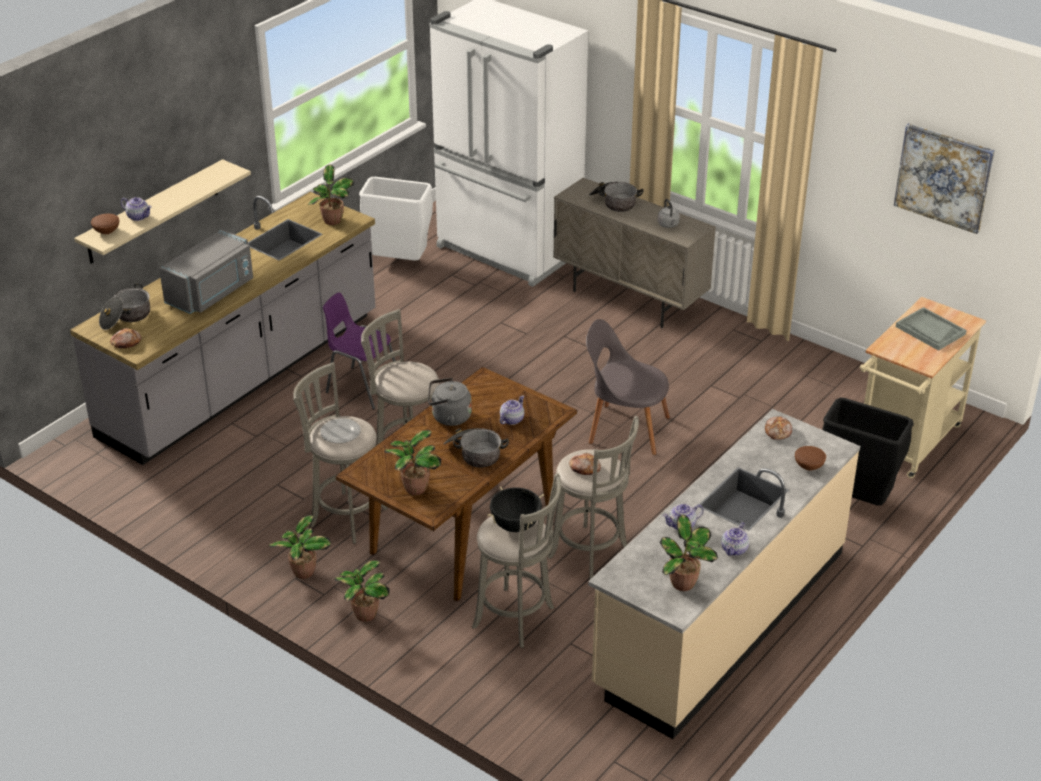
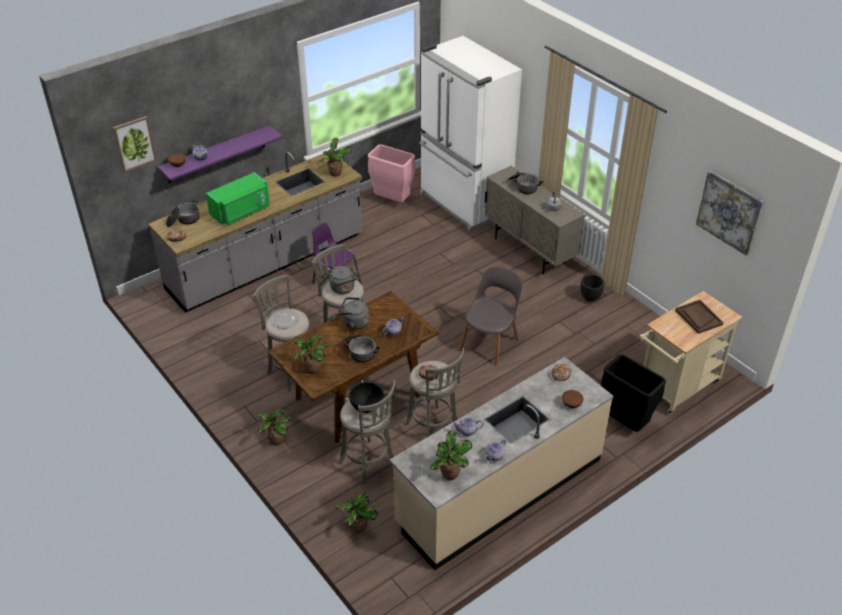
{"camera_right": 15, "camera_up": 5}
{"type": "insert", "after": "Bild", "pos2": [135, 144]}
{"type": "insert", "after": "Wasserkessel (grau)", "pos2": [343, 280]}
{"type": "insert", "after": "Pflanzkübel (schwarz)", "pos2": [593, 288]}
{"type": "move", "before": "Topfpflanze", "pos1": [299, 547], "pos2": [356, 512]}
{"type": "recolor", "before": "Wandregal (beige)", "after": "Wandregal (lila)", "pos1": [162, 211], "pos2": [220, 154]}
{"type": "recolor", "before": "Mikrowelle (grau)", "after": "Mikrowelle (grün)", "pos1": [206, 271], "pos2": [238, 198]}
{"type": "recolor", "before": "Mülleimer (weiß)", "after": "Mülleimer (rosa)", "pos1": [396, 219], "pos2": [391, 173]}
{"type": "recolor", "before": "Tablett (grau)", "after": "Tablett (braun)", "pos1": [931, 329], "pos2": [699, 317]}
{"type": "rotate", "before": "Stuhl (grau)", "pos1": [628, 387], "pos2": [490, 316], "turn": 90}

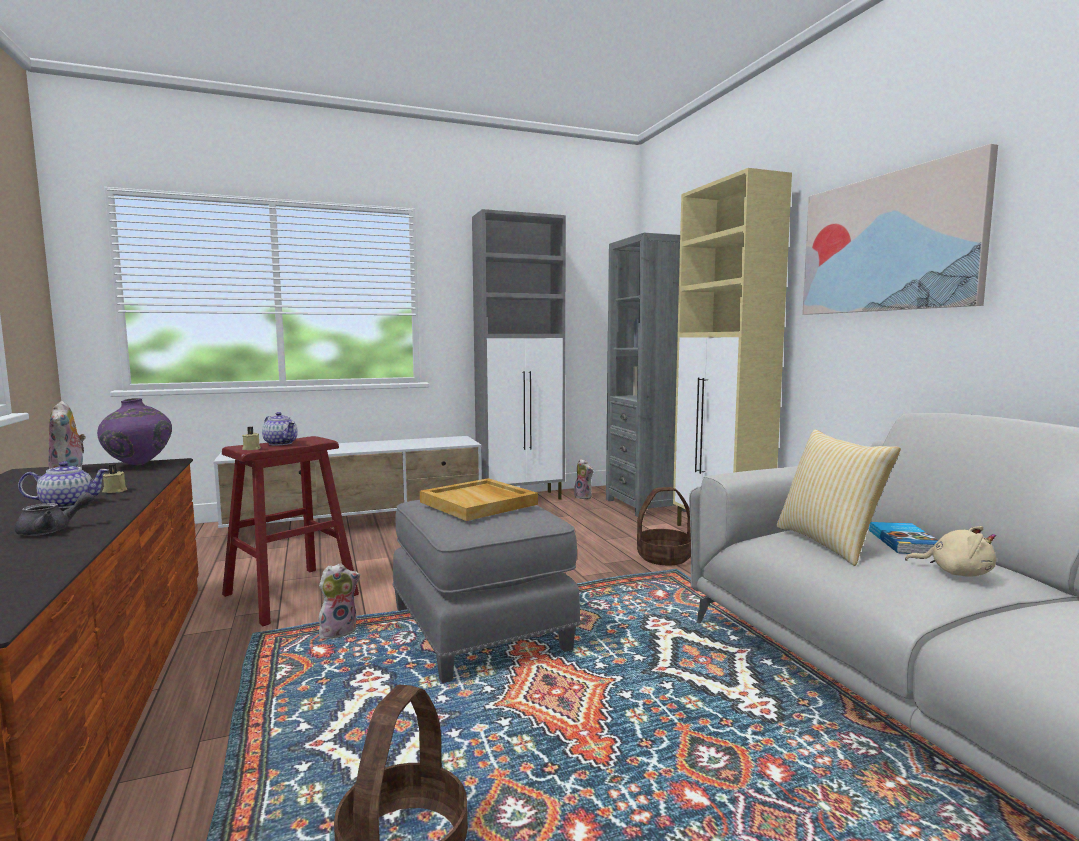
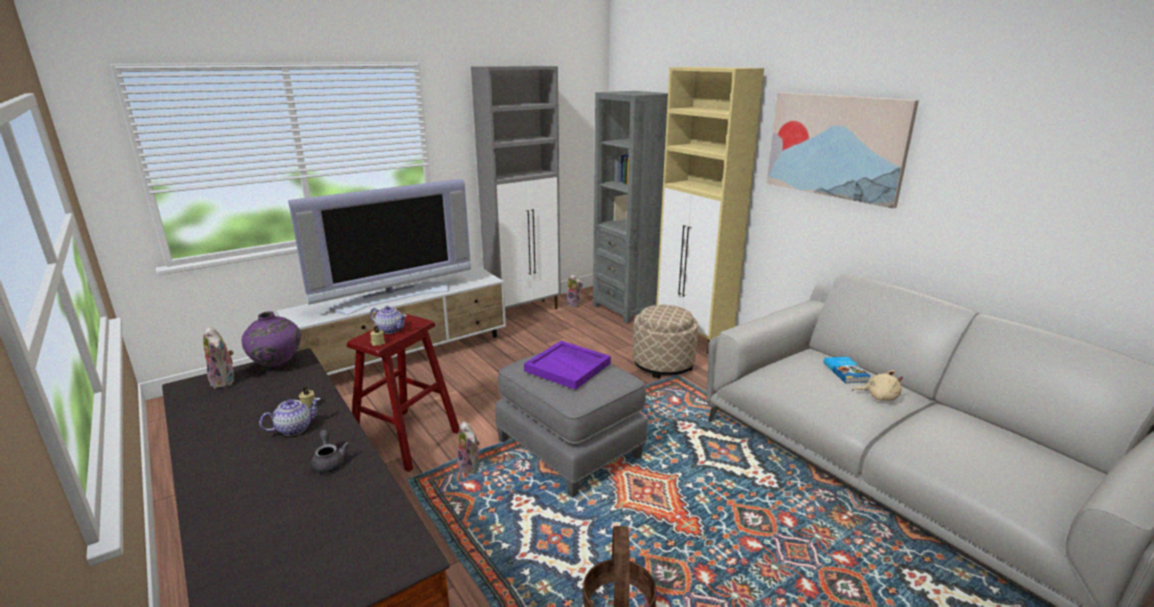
{"camera_right": -15, "camera_up": 15}
{"type": "delete", "before": "Kissen", "pos1": [839, 497]}
{"type": "insert", "after": "Fernseher", "pos2": [379, 247]}
{"type": "replace", "before": "Korb", "after": "Polsterhocker (beige)", "pos1": [664, 526], "pos2": [665, 341]}
{"type": "recolor", "before": "Tablett (beige)", "after": "Tablett (lila)", "pos1": [479, 499], "pos2": [567, 365]}
{"type": "rotate", "before": "Teekanne (grau)", "pos1": [55, 514], "pos2": [330, 451], "turn": -60}
{"type": "rotate", "before": "Plüschtier", "pos1": [339, 601], "pos2": [468, 447], "turn": 105}

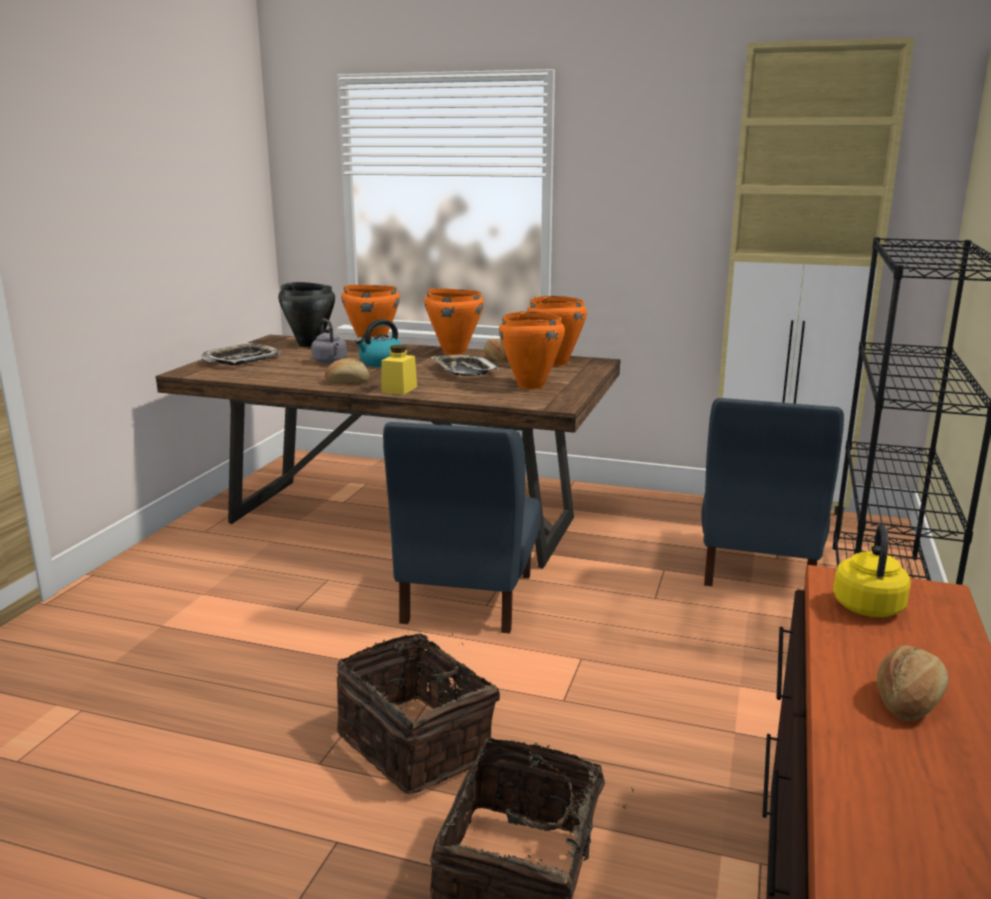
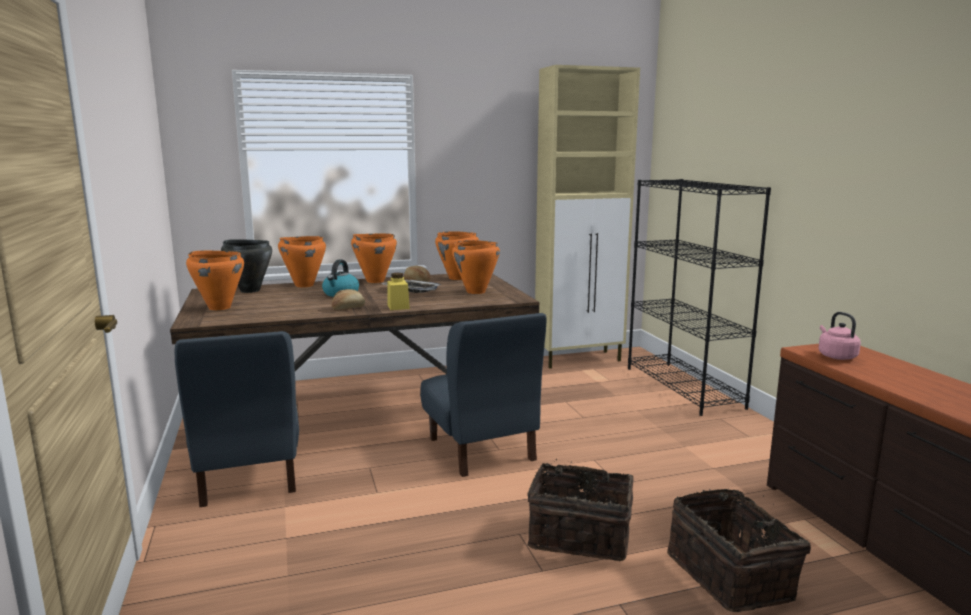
{"camera_right": -35, "camera_up": -5}
{"type": "delete", "before": "Wasserkessel (grau)", "pos1": [329, 341]}
{"type": "delete", "before": "Brot", "pos1": [912, 683]}
{"type": "move", "before": "Stuhl (blau)", "pos1": [772, 494], "pos2": [237, 419]}
{"type": "replace", "before": "Tablett", "after": "Kochtopf (orange)", "pos1": [241, 354], "pos2": [215, 280]}
{"type": "recolor", "before": "Wasserkessel (gelb)", "after": "Wasserkessel (rosa)", "pos1": [872, 570], "pos2": [839, 336]}

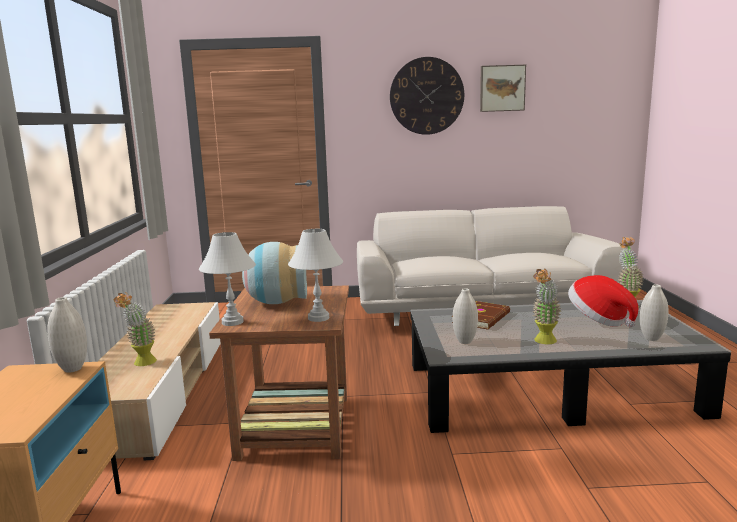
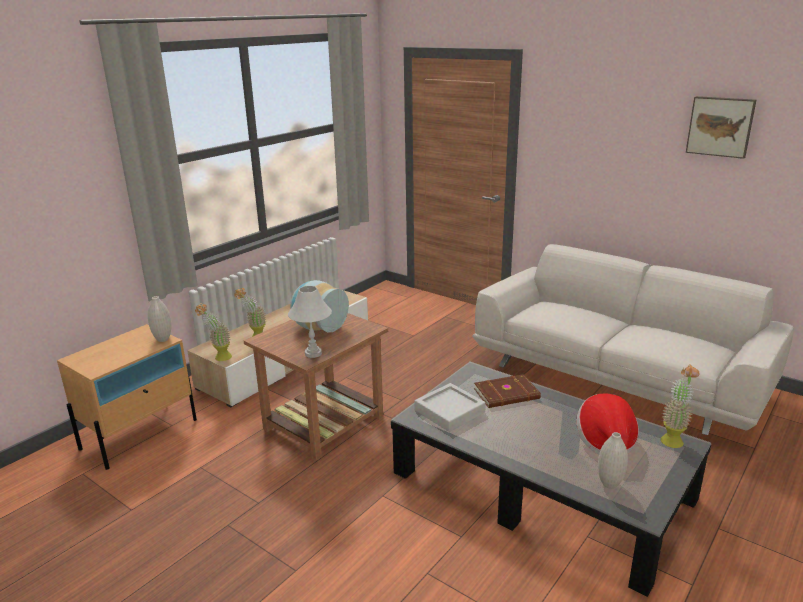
{"camera_right": 40, "camera_up": 10}
{"type": "delete", "before": "Tischlampe (weiß)", "pos1": [227, 279]}
{"type": "delete", "before": "Wanduhr", "pos1": [427, 96]}
{"type": "move", "before": "Topfpflanze", "pos1": [547, 306], "pos2": [213, 332]}
{"type": "replace", "before": "Vase (weiß)", "after": "Tablett (grau)", "pos1": [465, 316], "pos2": [450, 407]}

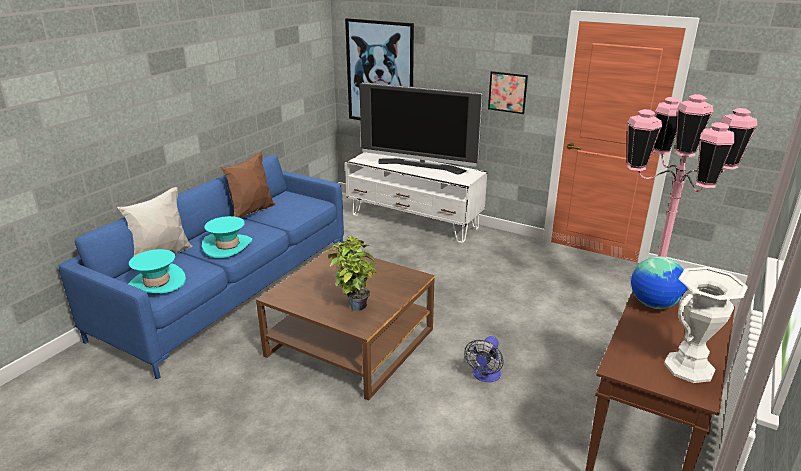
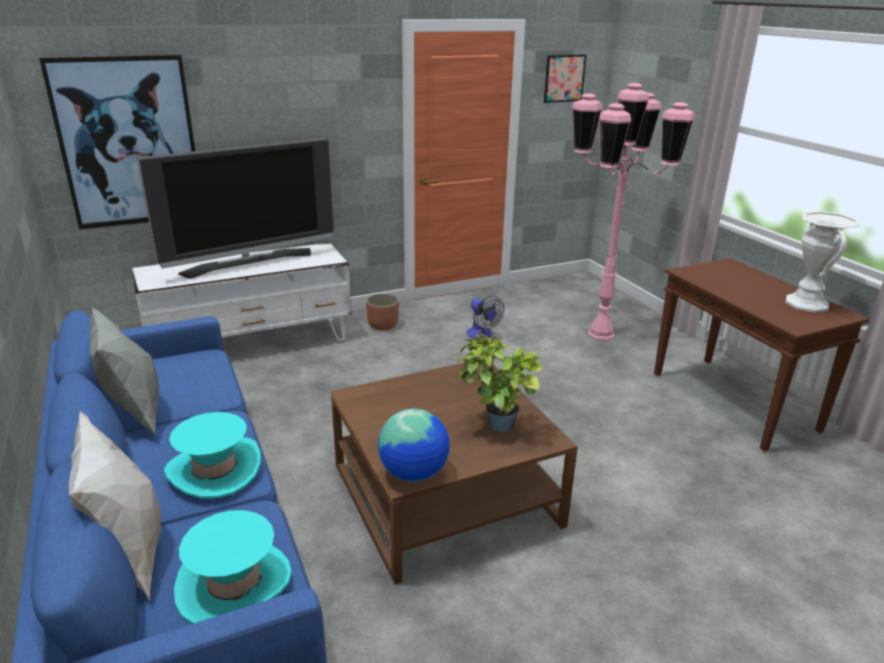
{"camera_right": -55, "camera_up": 0}
{"type": "insert", "after": "Pflanzkübel", "pos2": [382, 311]}
{"type": "move", "before": "Ventilator", "pos1": [484, 359], "pos2": [485, 317]}
{"type": "move", "before": "Bild", "pos1": [508, 92], "pos2": [565, 78]}
{"type": "move", "before": "Globus", "pos1": [659, 282], "pos2": [414, 445]}
{"type": "recolor", "before": "Kissen (braun)", "after": "Kissen (grau)", "pos1": [247, 185], "pos2": [124, 371]}

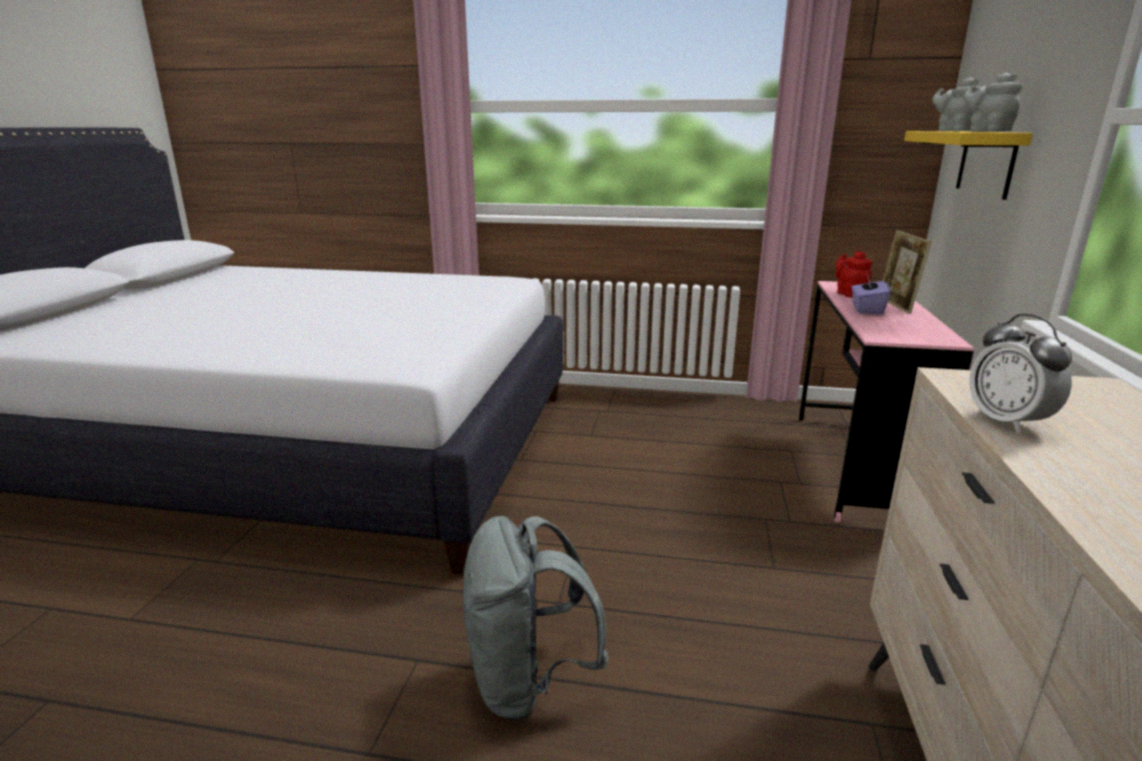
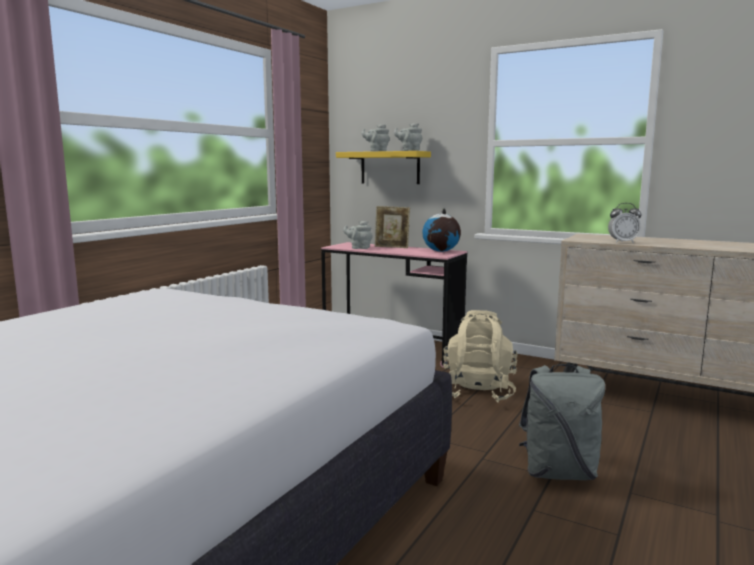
{"camera_right": -70, "camera_up": -10}
{"type": "delete", "before": "Taschentuchbox (lila)", "pos1": [871, 294]}
{"type": "insert", "after": "Globus", "pos2": [442, 230]}
{"type": "insert", "after": "Rucksack (beige)", "pos2": [480, 356]}
{"type": "recolor", "before": "Teekanne (rot)", "after": "Teekanne (grau)", "pos1": [853, 274], "pos2": [358, 235]}

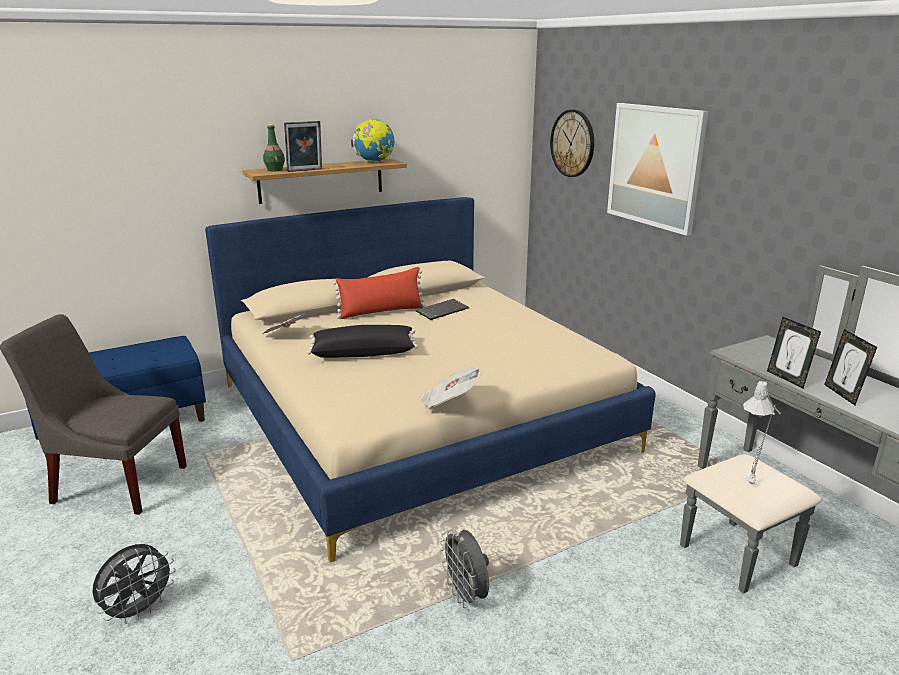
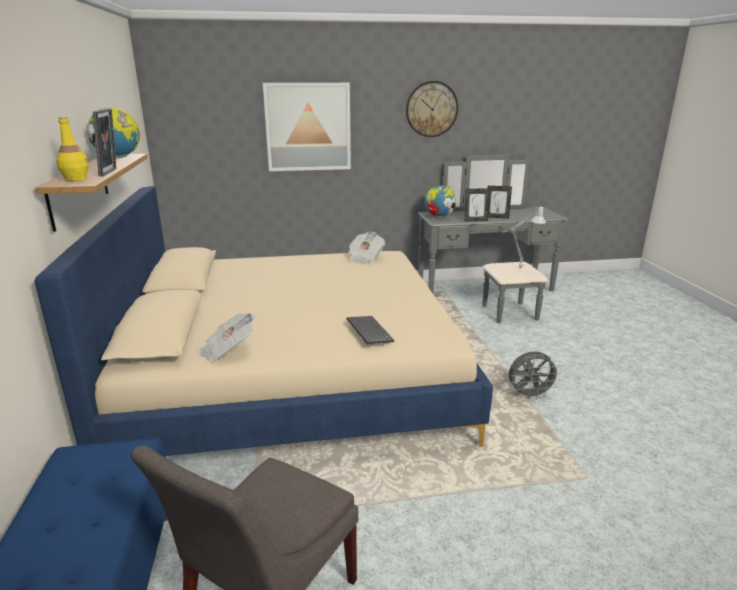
{"camera_right": -70, "camera_up": 0}
{"type": "delete", "before": "Ventilator (grau)", "pos1": [134, 584]}
{"type": "delete", "before": "Kissen (schwarz)", "pos1": [362, 341]}
{"type": "delete", "before": "Kissen (rot)", "pos1": [379, 293]}
{"type": "insert", "after": "Globus", "pos2": [440, 201]}
{"type": "move", "before": "Tastatur", "pos1": [442, 309], "pos2": [370, 330]}
{"type": "move", "before": "Zeitung", "pos1": [450, 388], "pos2": [367, 247]}
{"type": "move", "before": "Wanduhr", "pos1": [572, 143], "pos2": [432, 109]}
{"type": "recolor", "before": "Flasche (grün)", "after": "Flasche (gelb)", "pos1": [274, 147], "pos2": [72, 149]}

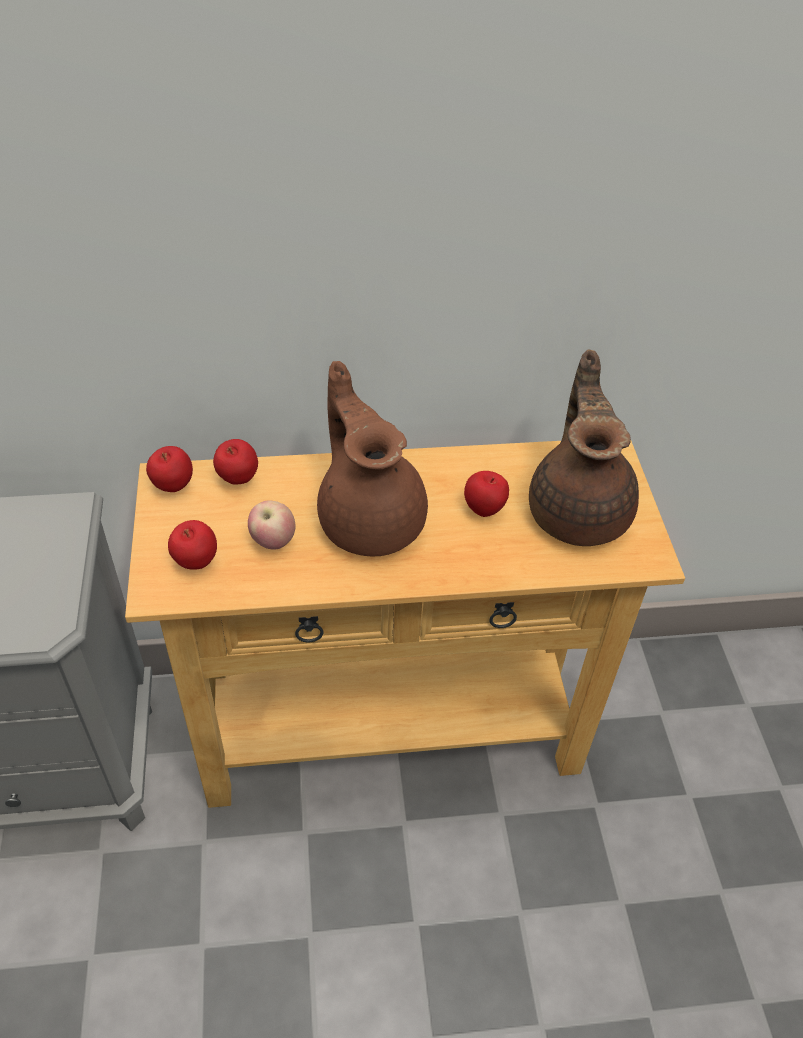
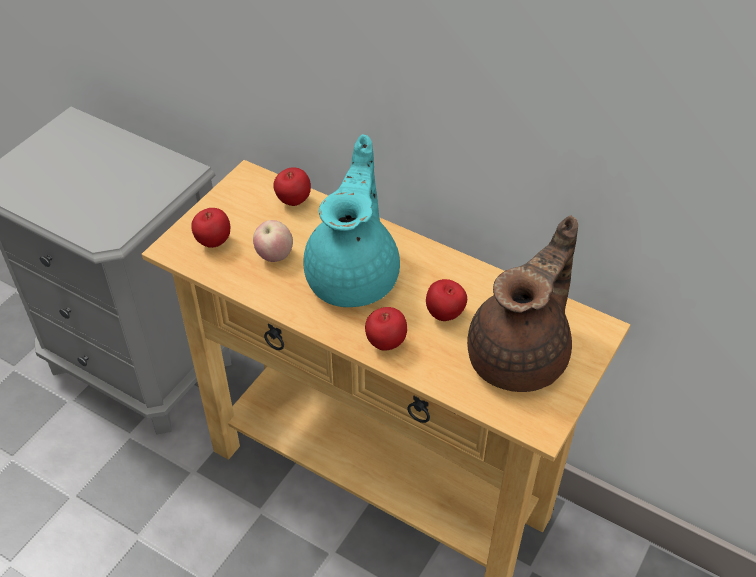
{"camera_right": 40, "camera_up": 0}
{"type": "move", "before": "Apfel", "pos1": [169, 469], "pos2": [386, 329]}
{"type": "recolor", "before": "Teekanne (braun)", "after": "Teekanne (türkis)", "pos1": [372, 458], "pos2": [351, 220]}

